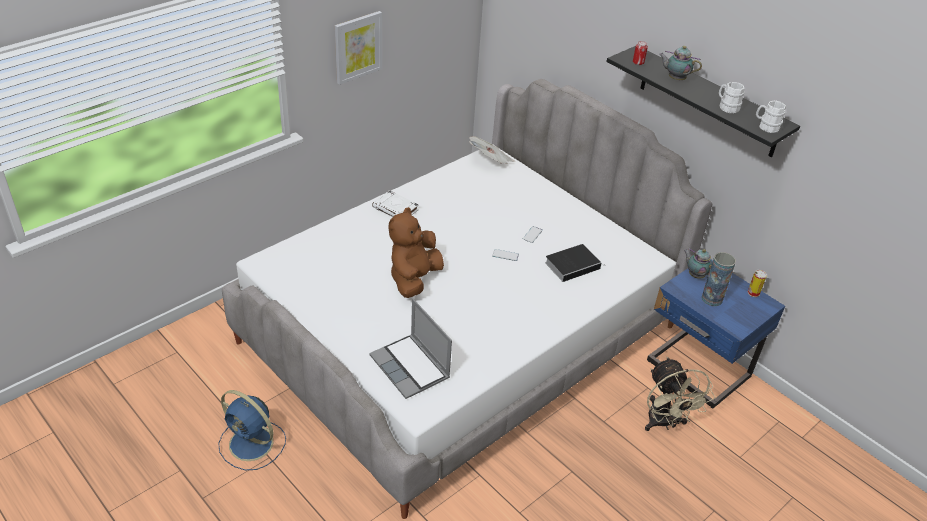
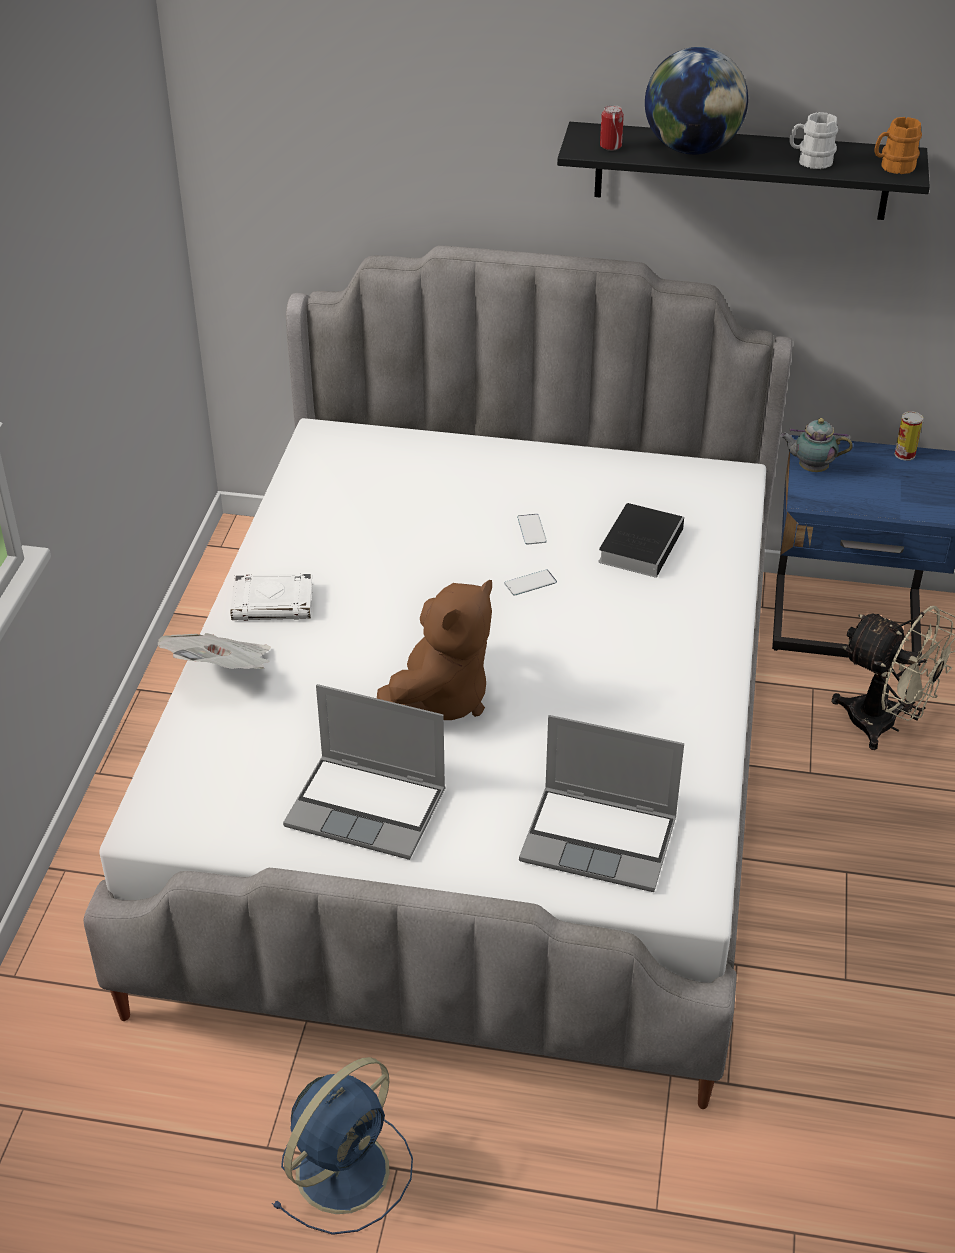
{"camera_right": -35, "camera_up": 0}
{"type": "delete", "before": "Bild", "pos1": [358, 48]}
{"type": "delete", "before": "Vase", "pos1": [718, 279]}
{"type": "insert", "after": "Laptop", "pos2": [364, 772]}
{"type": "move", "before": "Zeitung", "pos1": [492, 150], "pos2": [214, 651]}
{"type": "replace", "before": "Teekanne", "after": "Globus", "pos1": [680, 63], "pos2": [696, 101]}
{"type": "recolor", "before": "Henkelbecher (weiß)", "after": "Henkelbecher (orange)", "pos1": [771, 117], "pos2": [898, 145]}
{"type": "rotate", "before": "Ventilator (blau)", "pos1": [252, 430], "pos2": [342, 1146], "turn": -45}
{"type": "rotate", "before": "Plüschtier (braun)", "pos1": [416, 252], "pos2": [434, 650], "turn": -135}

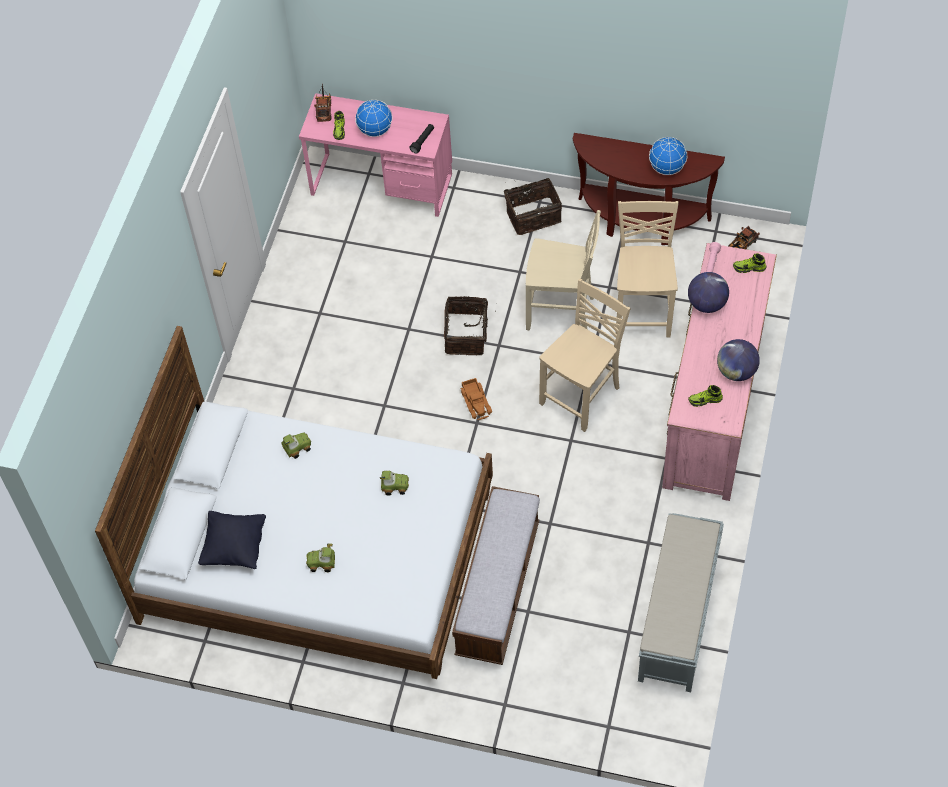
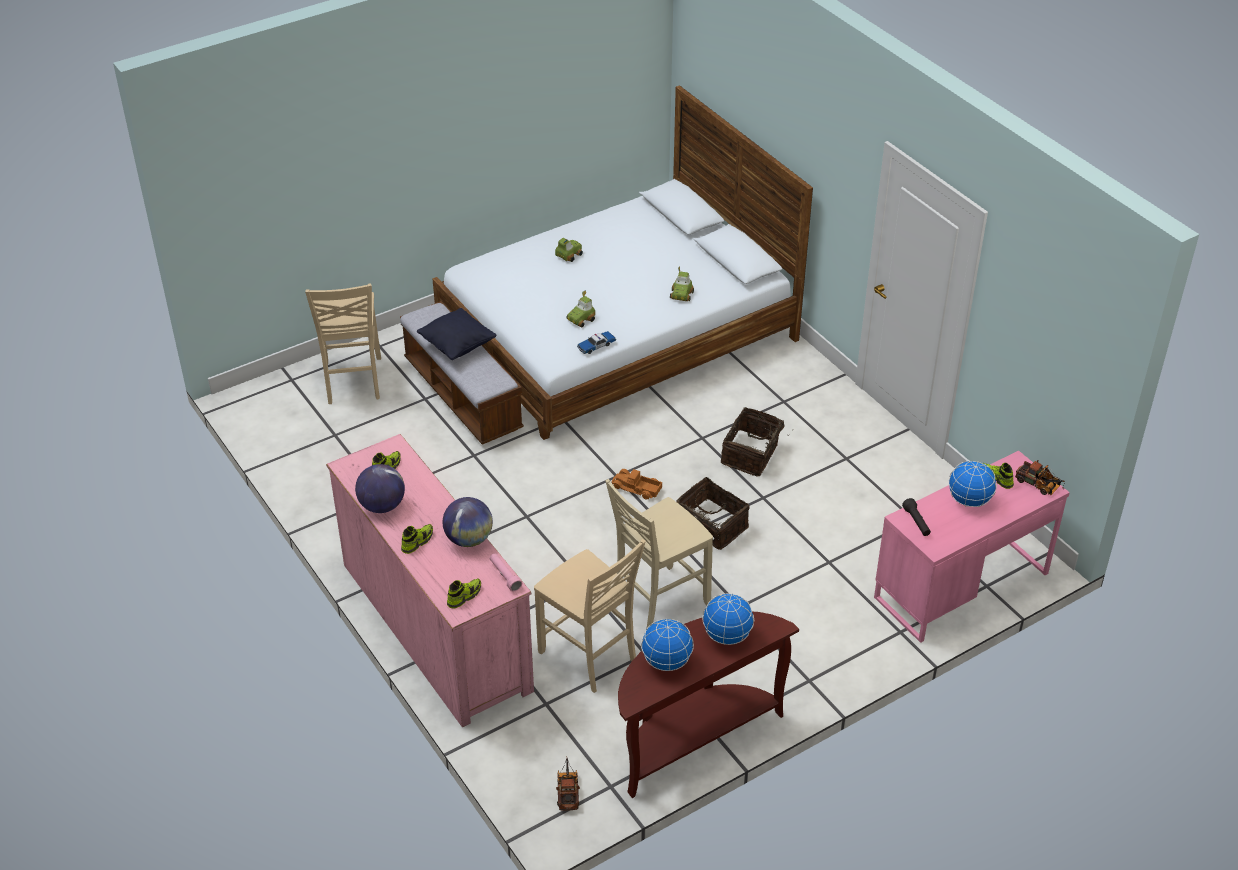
{"camera_right": 130, "camera_up": -15}
{"type": "delete", "before": "Bank (grau)", "pos1": [681, 602]}
{"type": "insert", "after": "Schuh", "pos2": [417, 539]}
{"type": "insert", "after": "Spielzeugauto", "pos2": [596, 342]}
{"type": "insert", "after": "Globus", "pos2": [728, 619]}
{"type": "move", "before": "Kissen (schwarz)", "pos1": [232, 540], "pos2": [456, 334]}
{"type": "move", "before": "Korb", "pos1": [533, 206], "pos2": [752, 442]}
{"type": "move", "before": "Stuhl (beige)", "pos1": [585, 355], "pos2": [343, 343]}

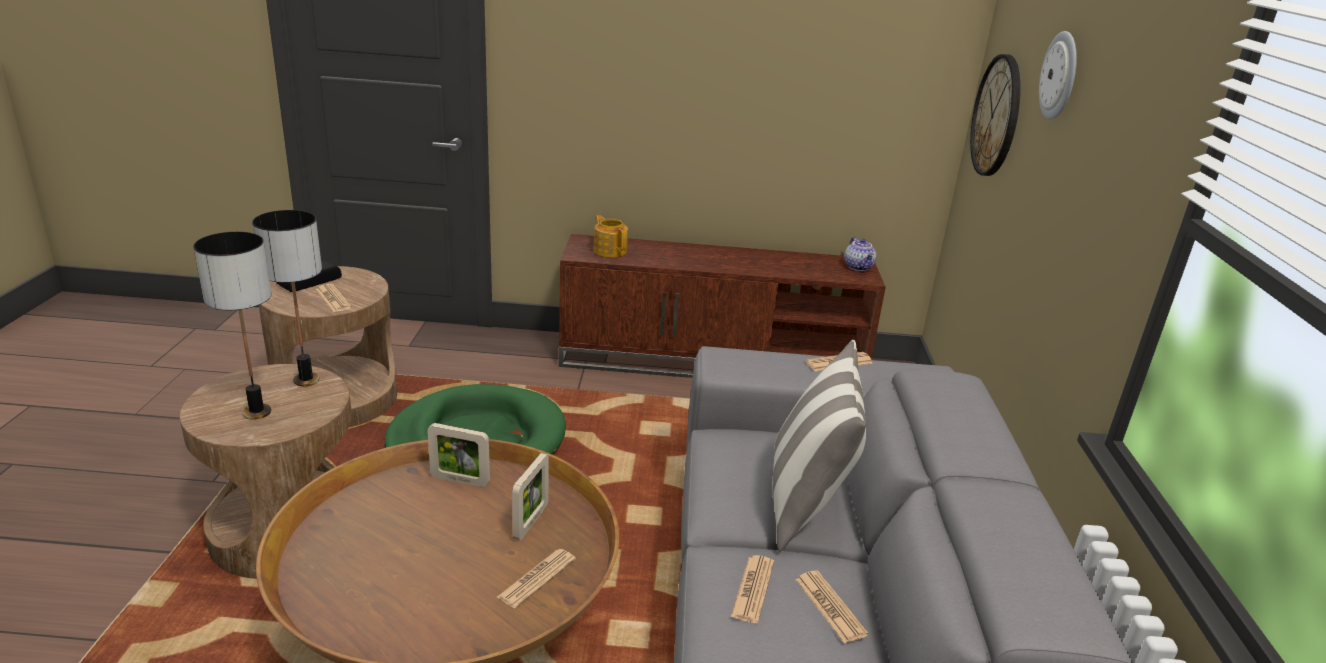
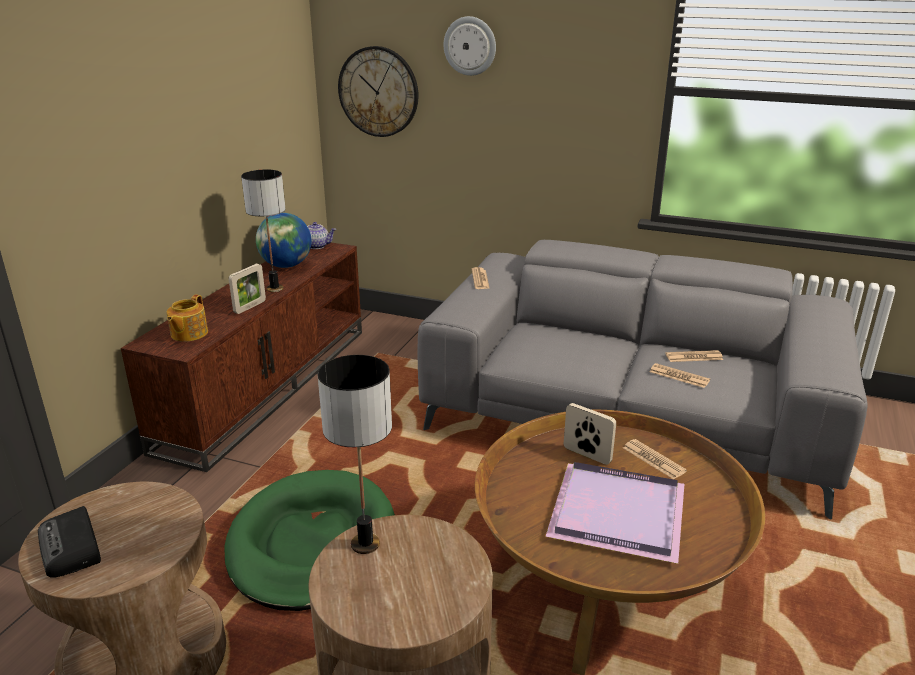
{"camera_right": -70, "camera_up": 0}
{"type": "delete", "before": "Zeitung", "pos1": [334, 298]}
{"type": "delete", "before": "Kissen", "pos1": [819, 446]}
{"type": "insert", "after": "Globus", "pos2": [283, 240]}
{"type": "insert", "after": "Tablett (lila)", "pos2": [614, 513]}
{"type": "move", "before": "Tischlampe", "pos1": [232, 326], "pos2": [263, 230]}
{"type": "move", "before": "Bilderrahmen", "pos1": [458, 455], "pos2": [247, 289]}
{"type": "rotate", "before": "Teekanne", "pos1": [611, 236], "pos2": [187, 318], "turn": -60}

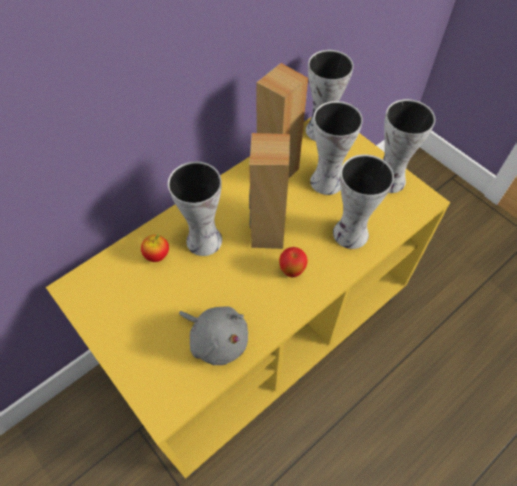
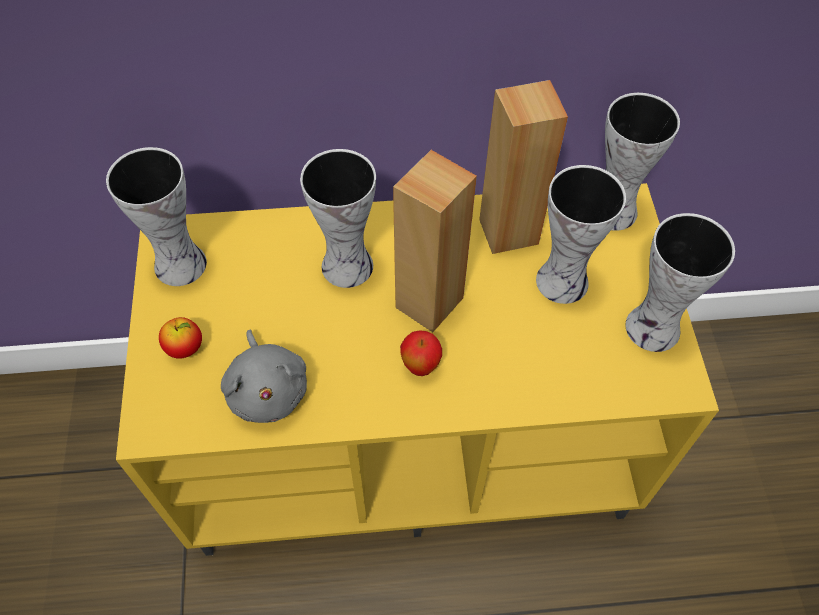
{"camera_right": 35, "camera_up": 0}
{"type": "move", "before": "Apfel", "pos1": [155, 248], "pos2": [180, 338]}
{"type": "move", "before": "Vase", "pos1": [363, 201], "pos2": [156, 216]}

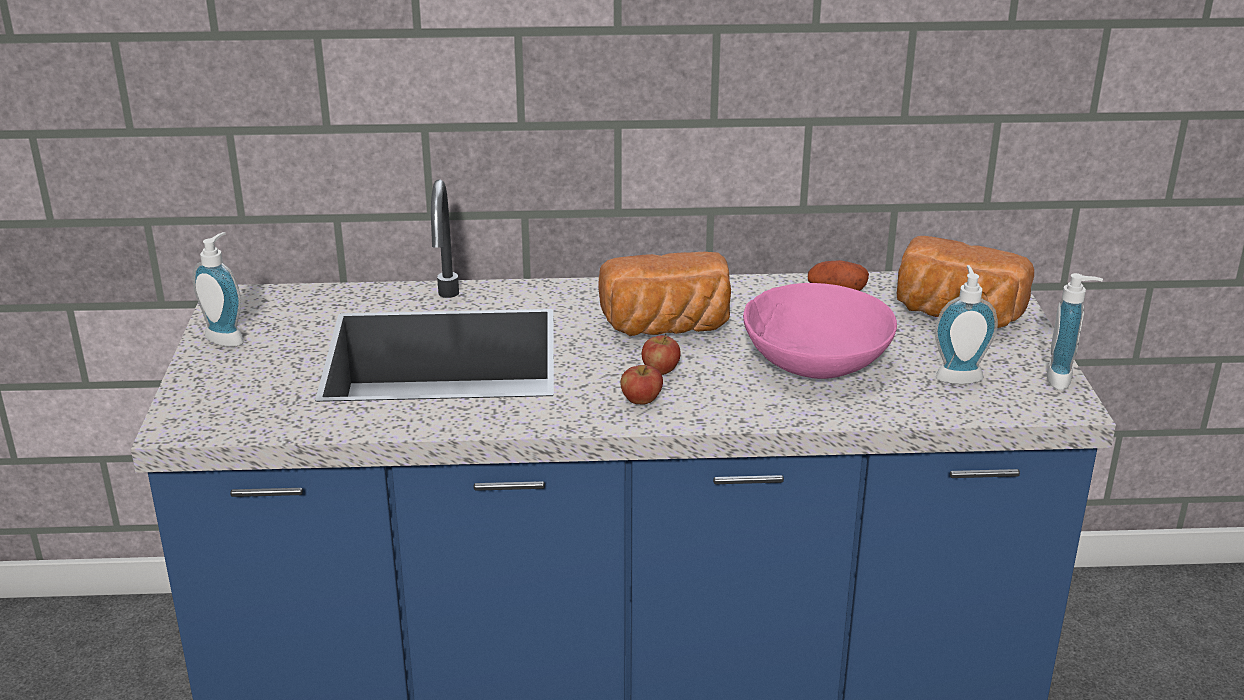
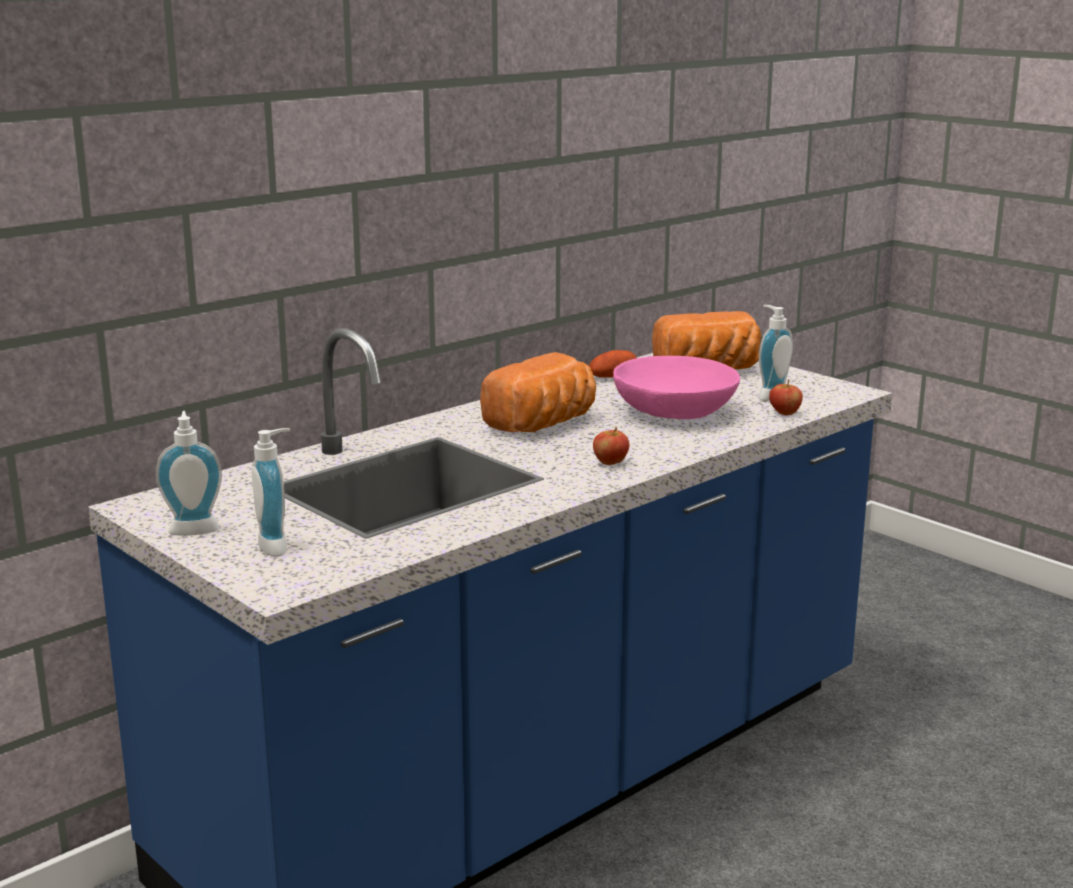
{"camera_right": -40, "camera_up": -10}
{"type": "move", "before": "Apfel", "pos1": [661, 354], "pos2": [786, 397]}
{"type": "move", "before": "Seifenspender", "pos1": [1074, 331], "pos2": [271, 492]}

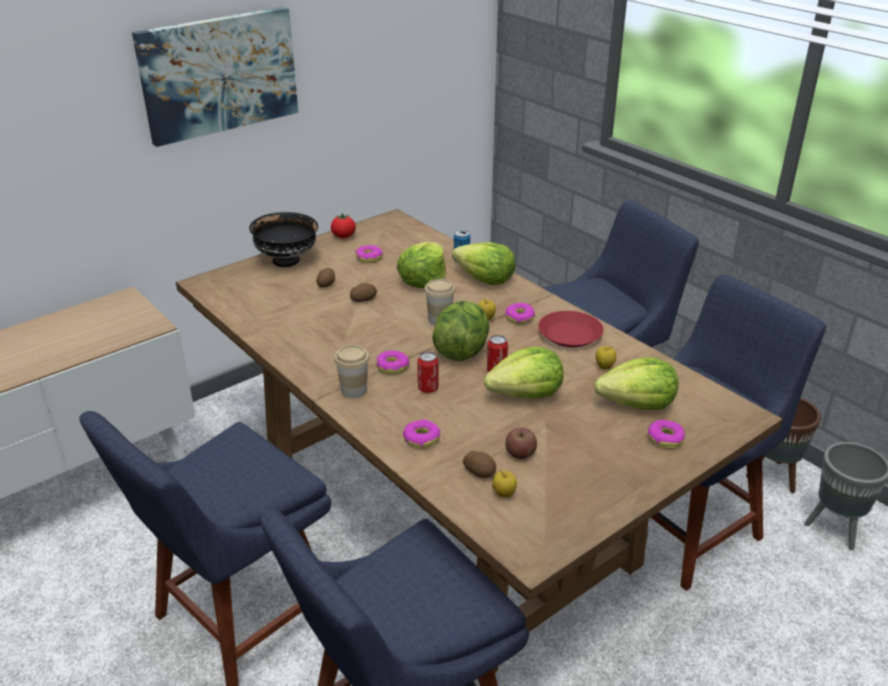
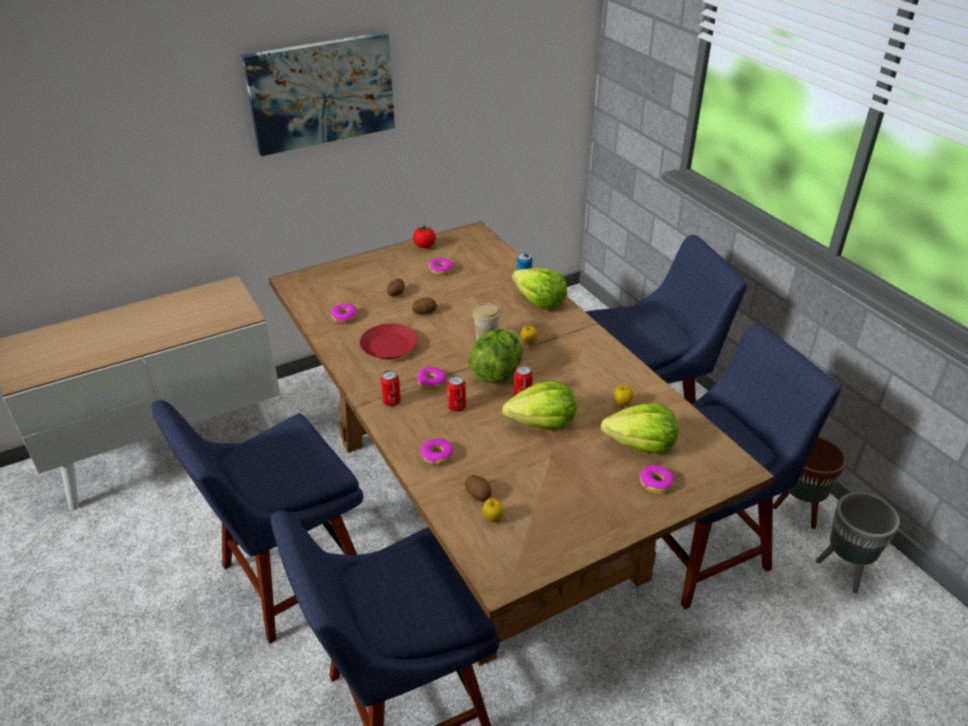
{"camera_right": 10, "camera_up": 5}
{"type": "delete", "before": "Schüssel (schwarz)", "pos1": [283, 239]}
{"type": "delete", "before": "Salatkopf", "pos1": [421, 265]}
{"type": "delete", "before": "Apfel", "pos1": [521, 443]}
{"type": "move", "before": "Donut", "pos1": [520, 313], "pos2": [344, 313]}
{"type": "move", "before": "Teller (rot)", "pos1": [571, 329], "pos2": [389, 341]}
{"type": "replace", "before": "Tasse", "after": "Dose", "pos1": [352, 372], "pos2": [390, 388]}

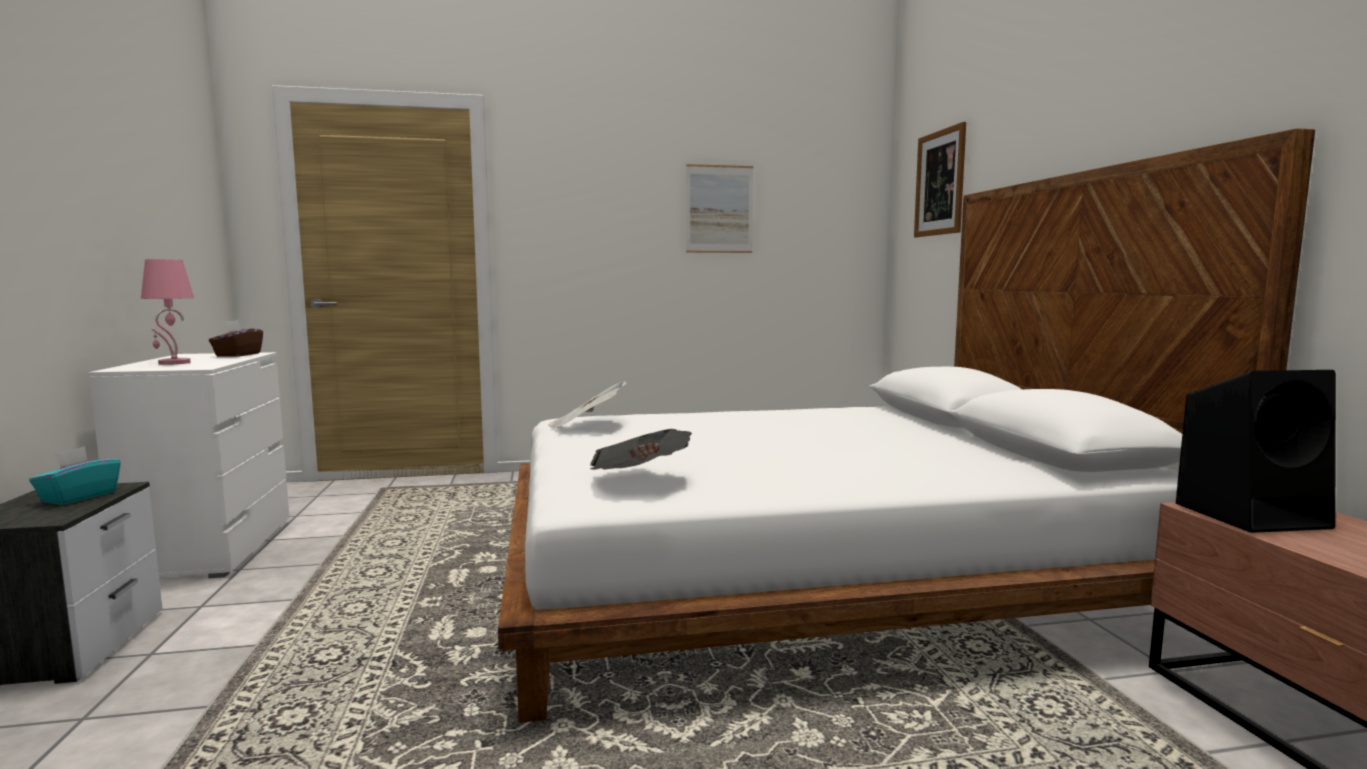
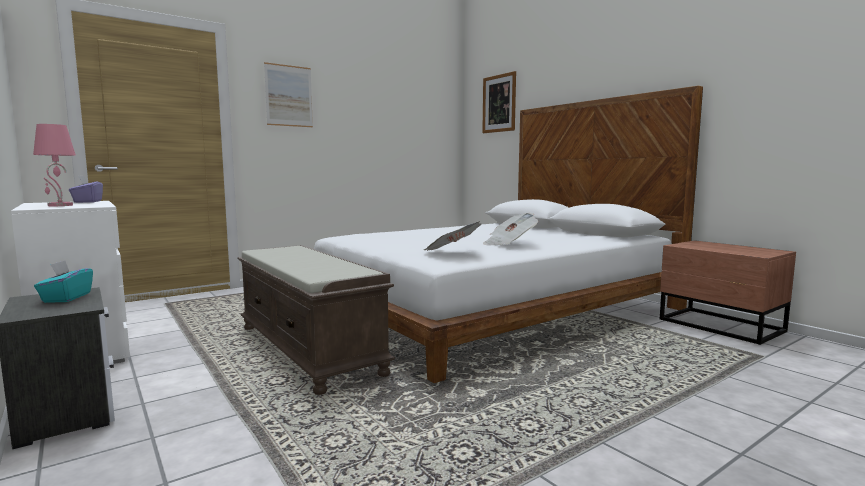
{"camera_right": -25, "camera_up": 0}
{"type": "delete", "before": "Lautsprecher (schwarz)", "pos1": [1256, 451]}
{"type": "insert", "after": "Bank (braun)", "pos2": [316, 320]}
{"type": "move", "before": "Zeitung", "pos1": [587, 404], "pos2": [510, 229]}
{"type": "move", "before": "Bild", "pos1": [719, 208], "pos2": [288, 94]}
{"type": "recolor", "before": "Taschentuchbox (braun)", "after": "Taschentuchbox (lila)", "pos1": [236, 338], "pos2": [86, 189]}

